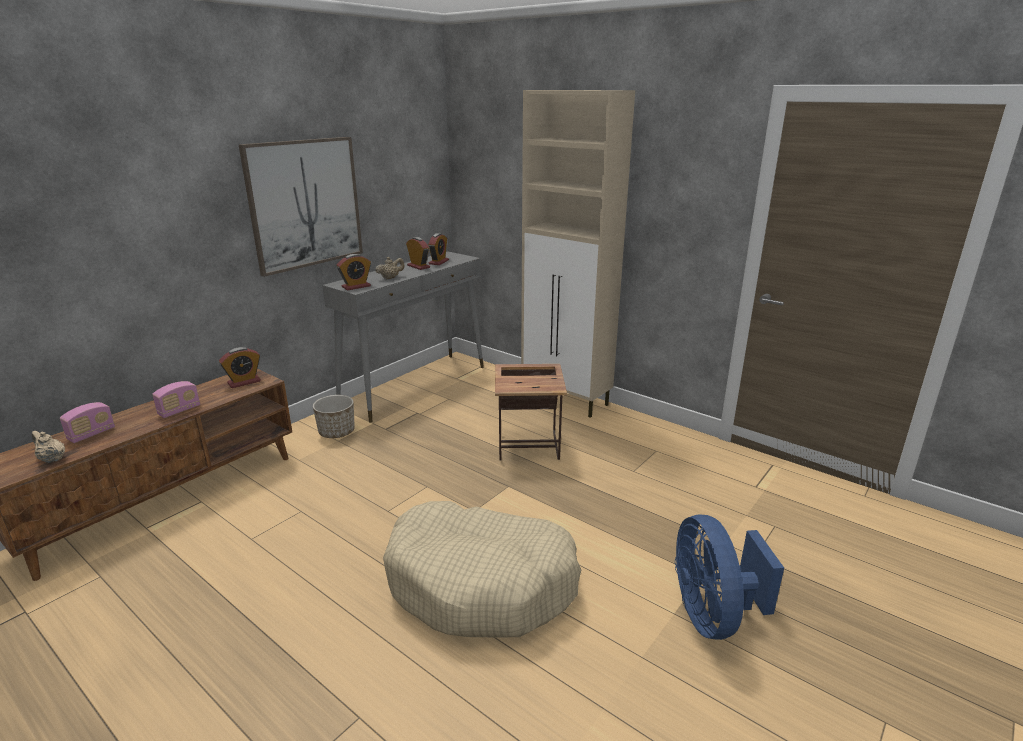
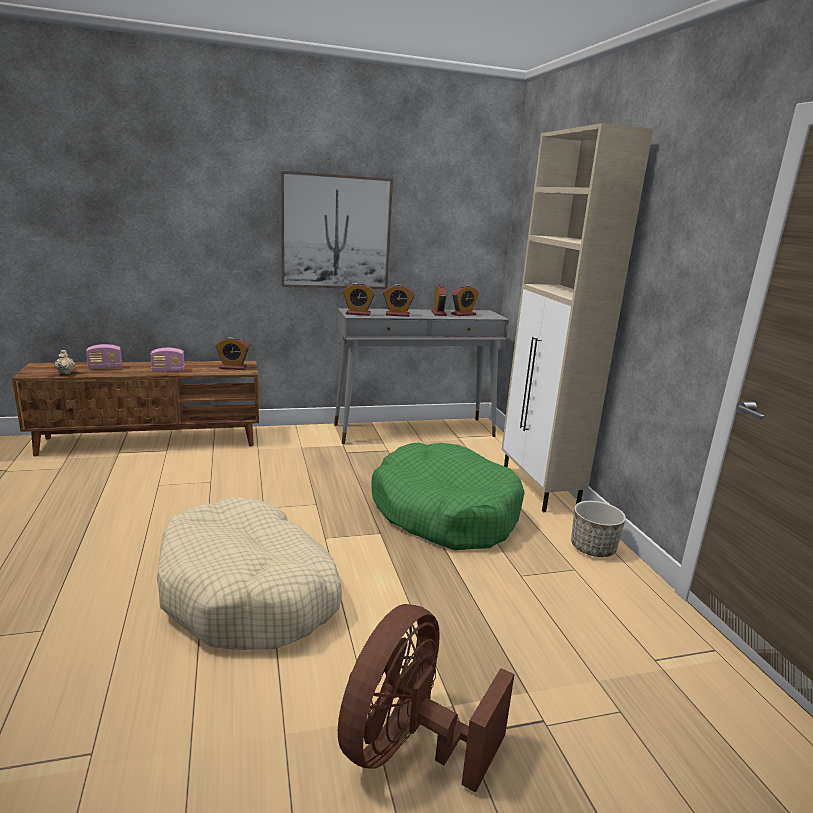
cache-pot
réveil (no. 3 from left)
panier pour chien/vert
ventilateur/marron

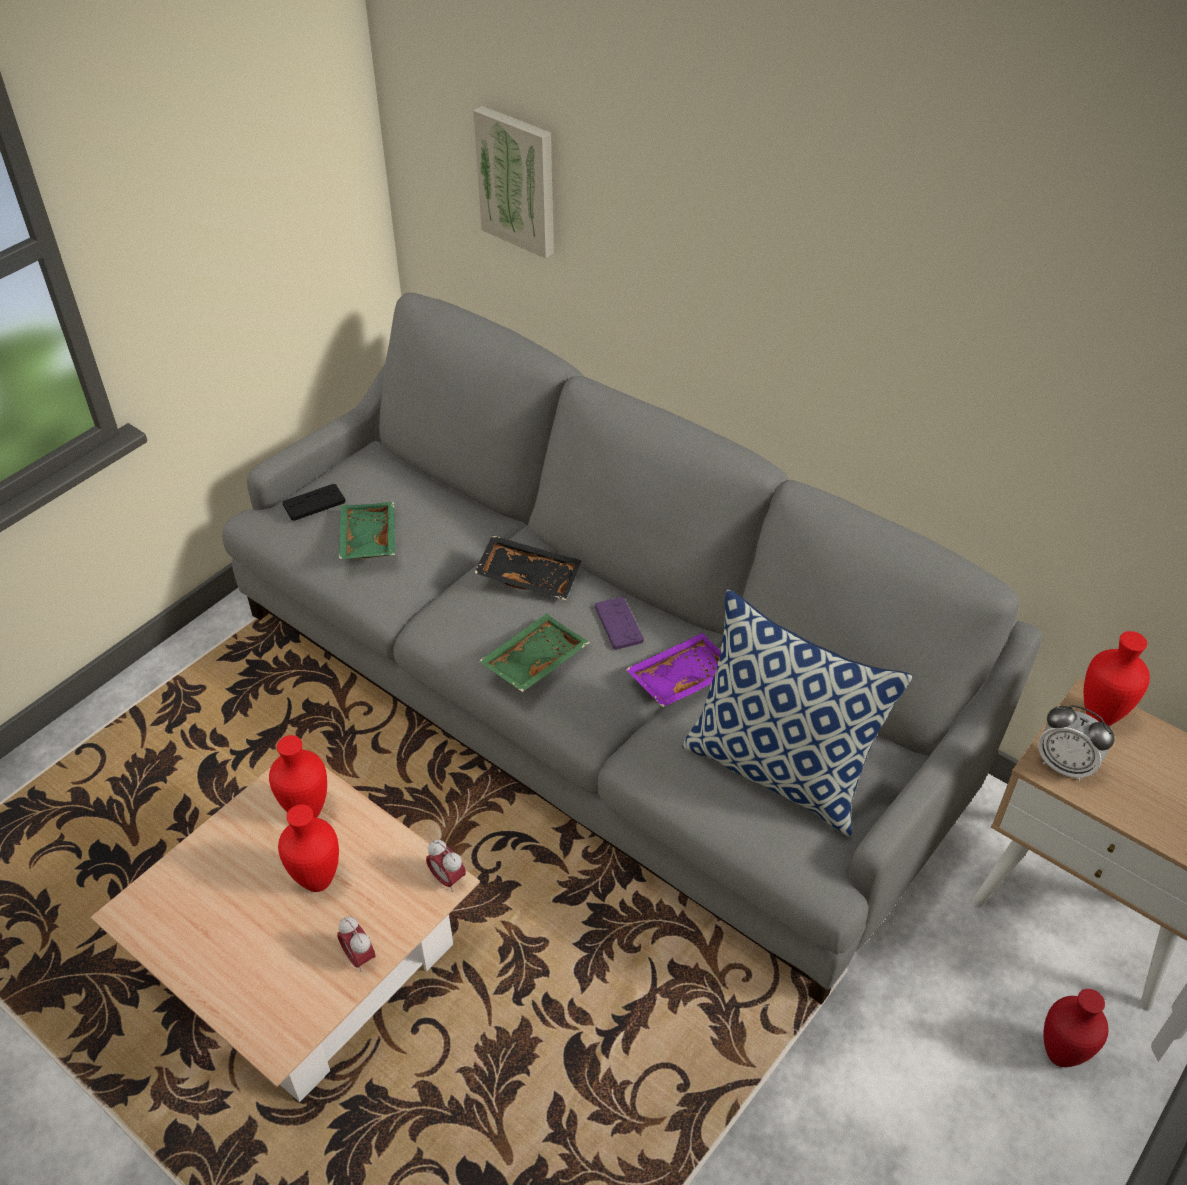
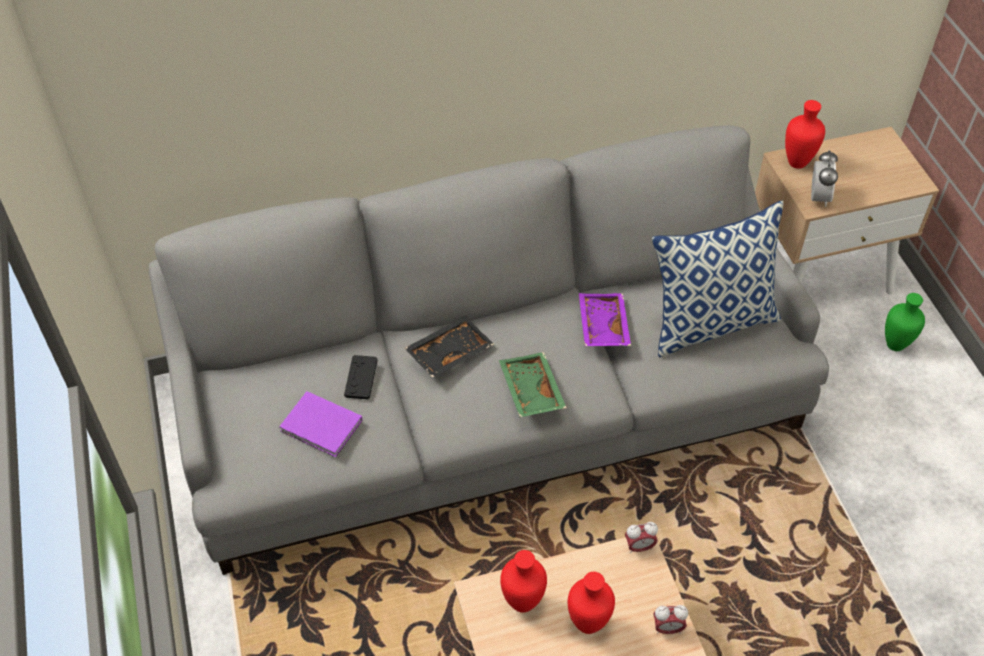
manette/noir
livre/violet
tableau
manette/violet
réveil (no. 3 from left)
vase/vert

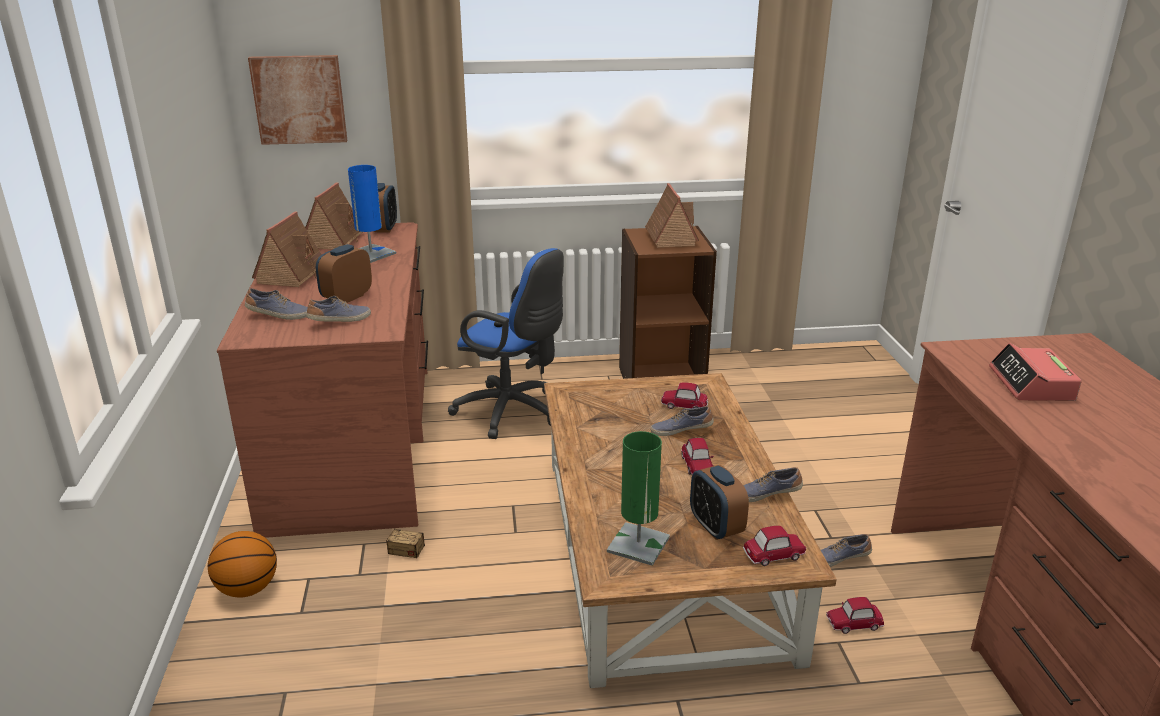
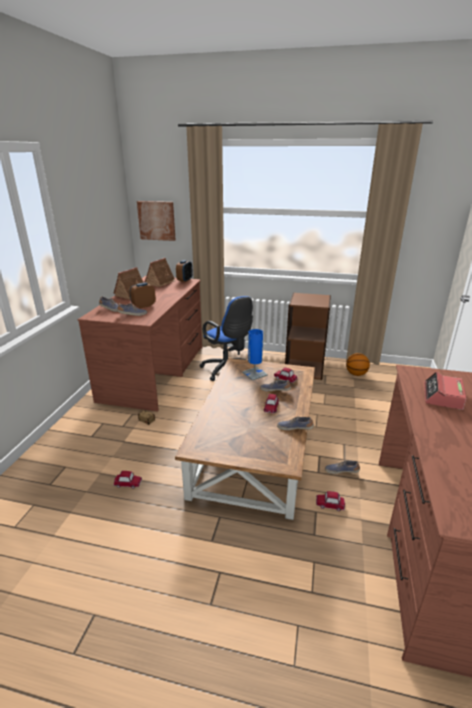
ballon de basket
lampe de table/bleu
lampe de table/vert
maison miniature (no. 3 from left in the first image)
réveil (no. 3 from left in the first image)
petite voiture (no. 1 from left)

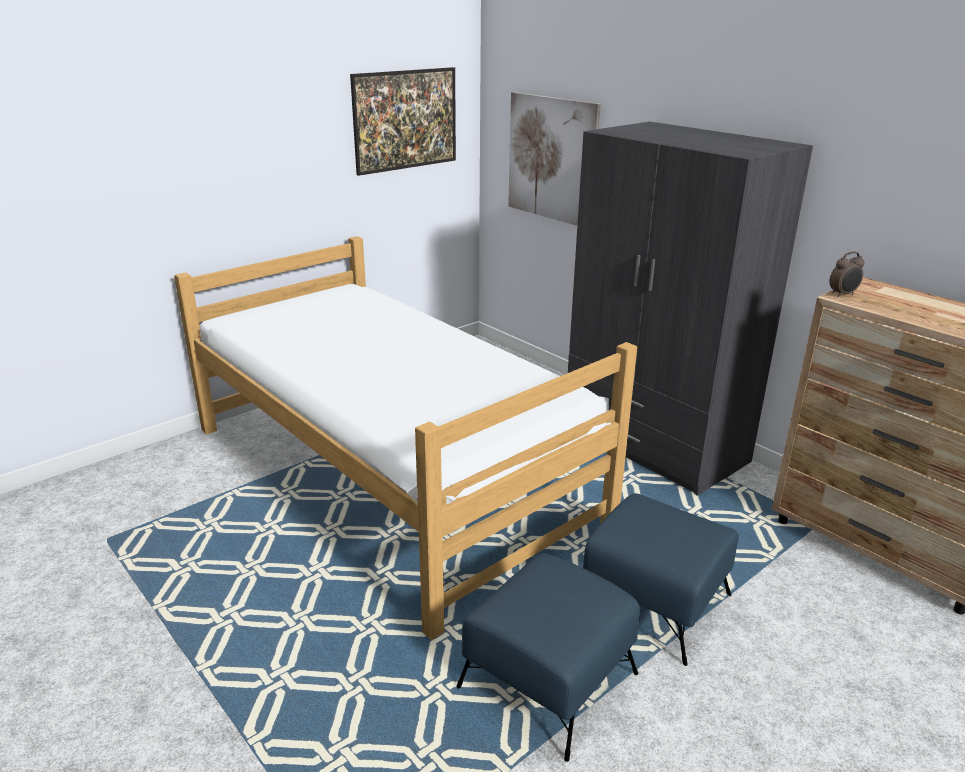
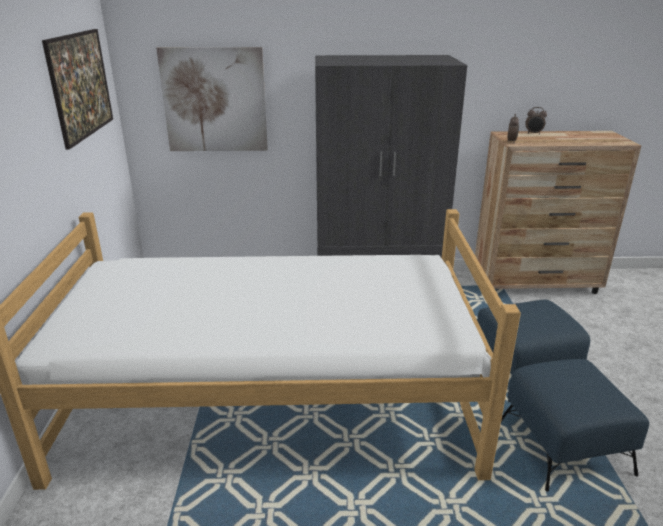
réveil (no. 2 from left)

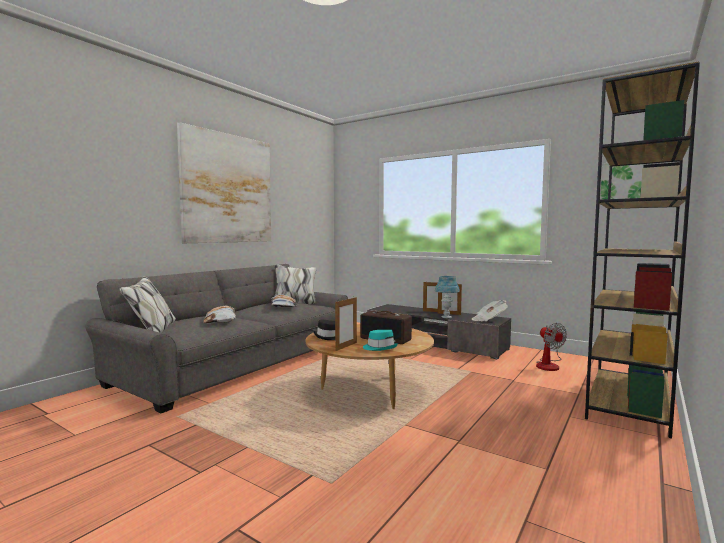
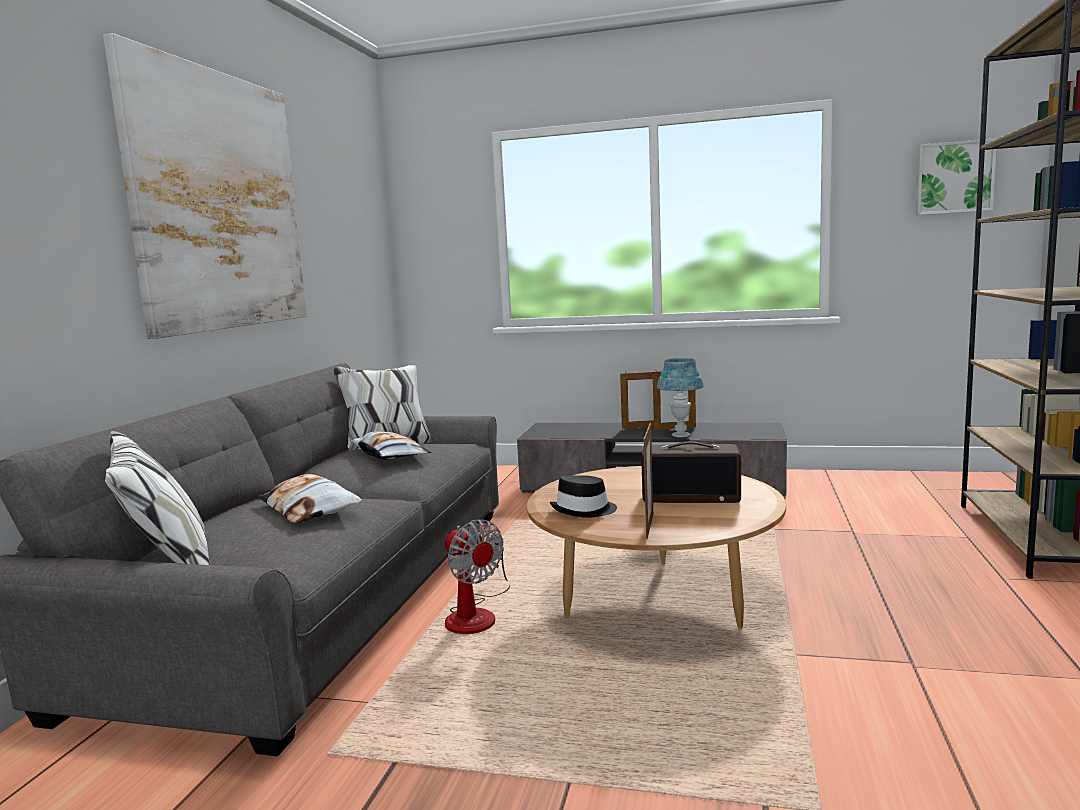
chapeau/turquoise
journal
ventilateur

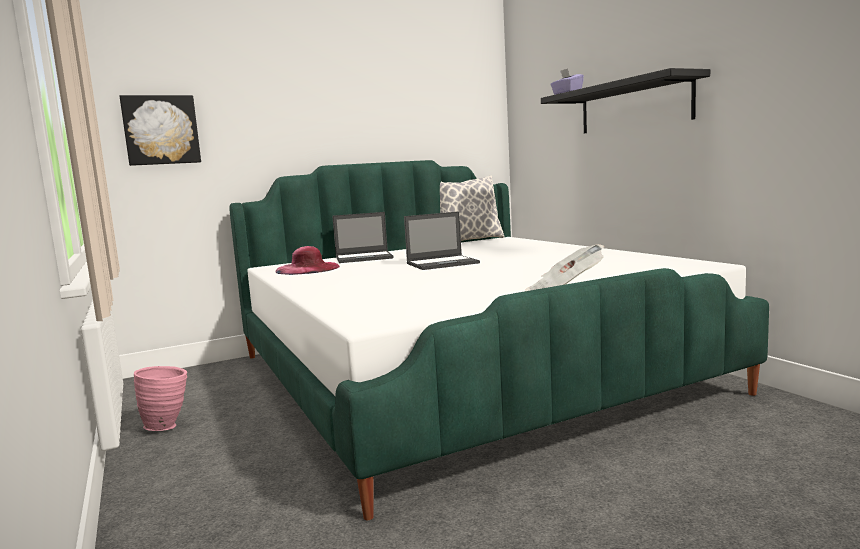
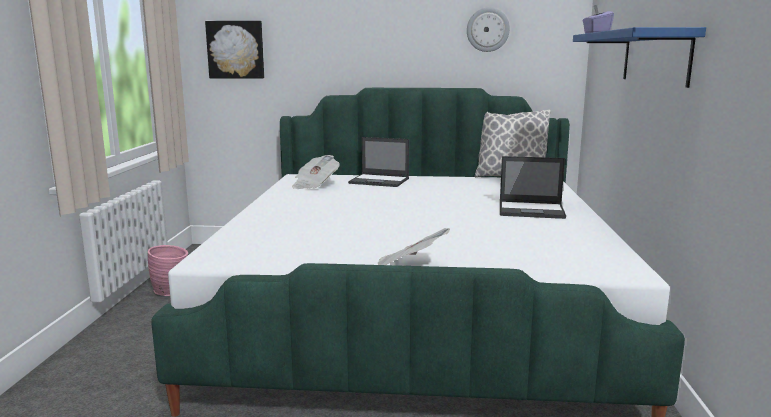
journal (no. 1 from left)
ordinateur portable (no. 2 from left)
étagère/bleu
horloge murale

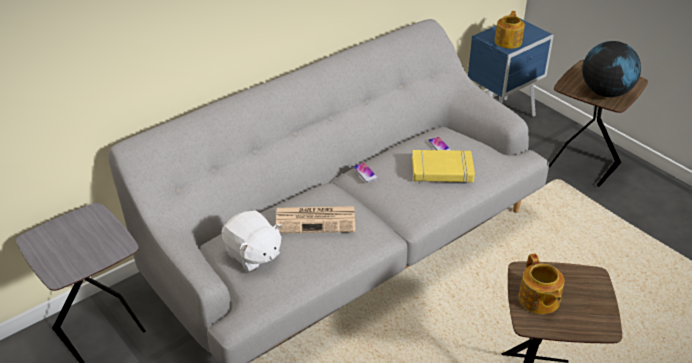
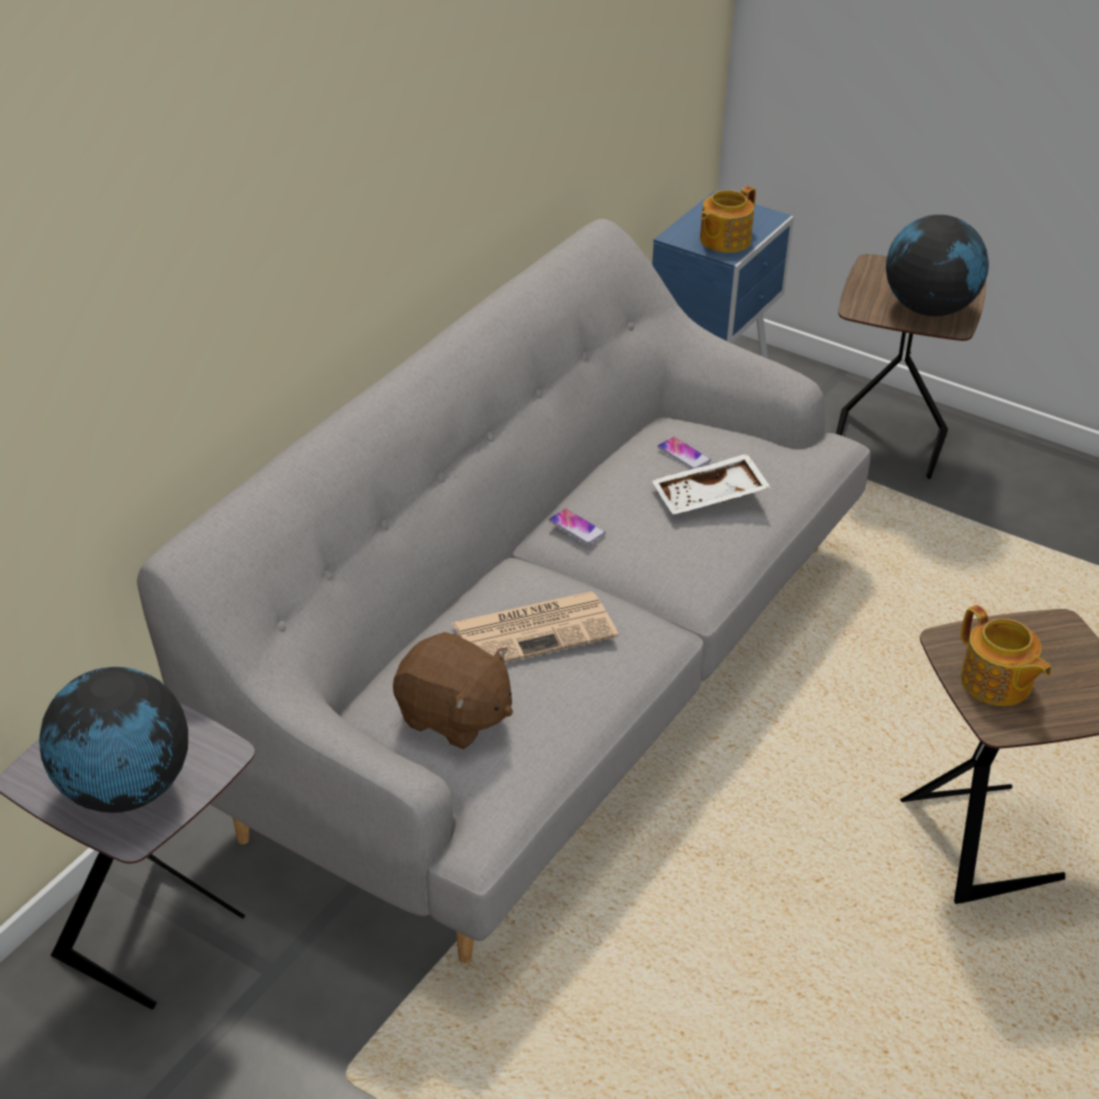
peluche/marron
plateau/blanc
théière (no. 1 from left)
globe (no. 1 from left)

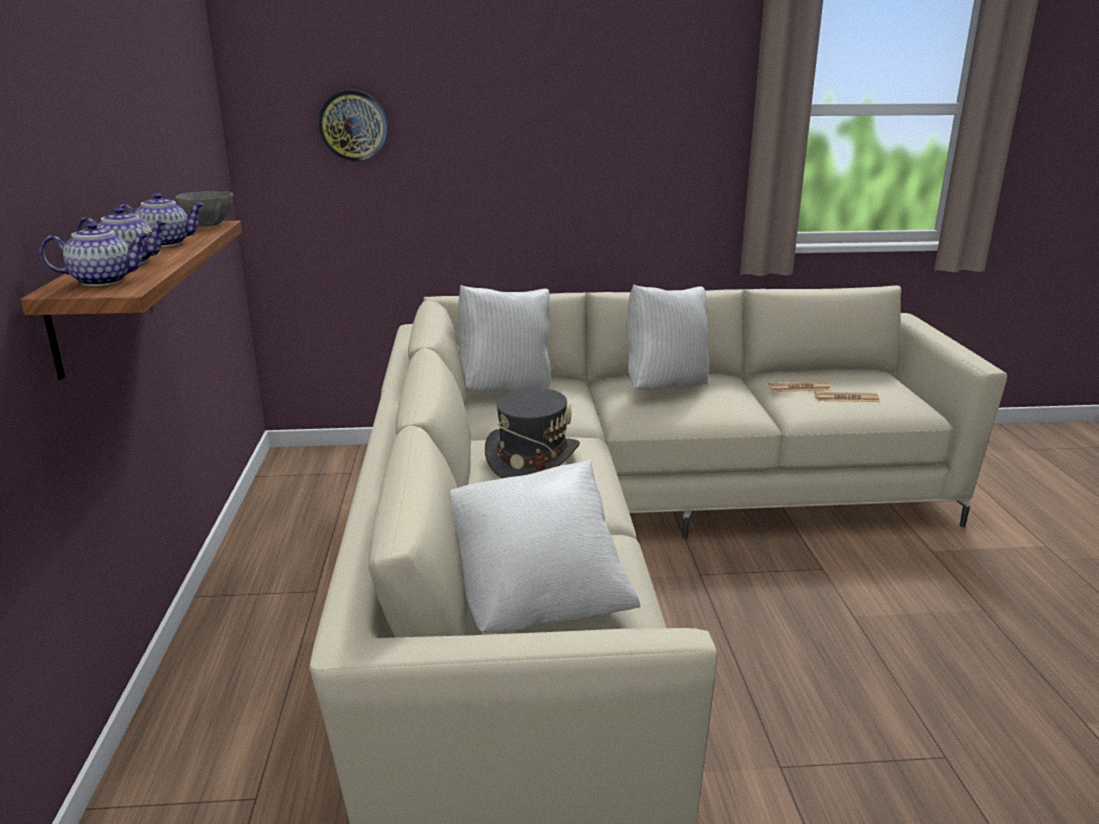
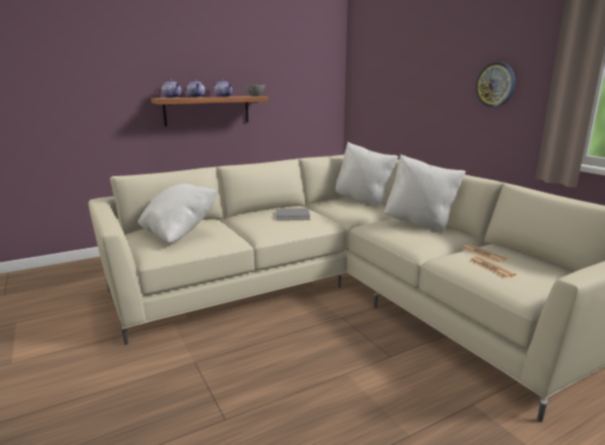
horloge murale
livre/gris

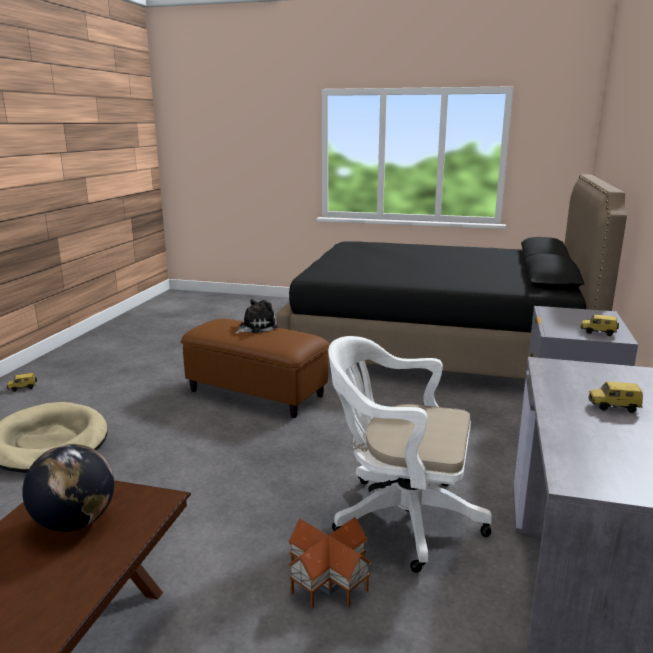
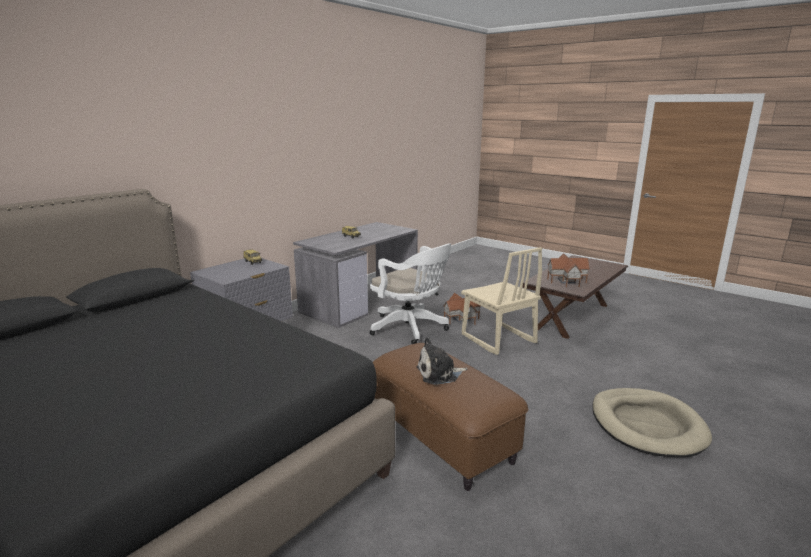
petite voiture (no. 1 from left in the first image)
maison miniature (no. 2 from left)
chaise/beige

